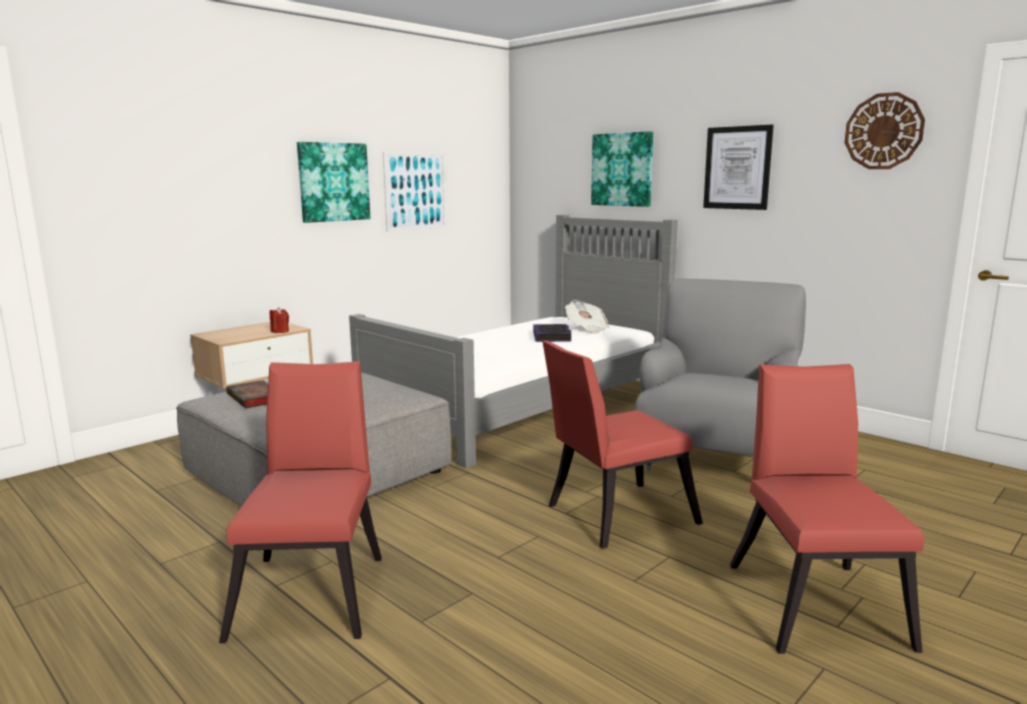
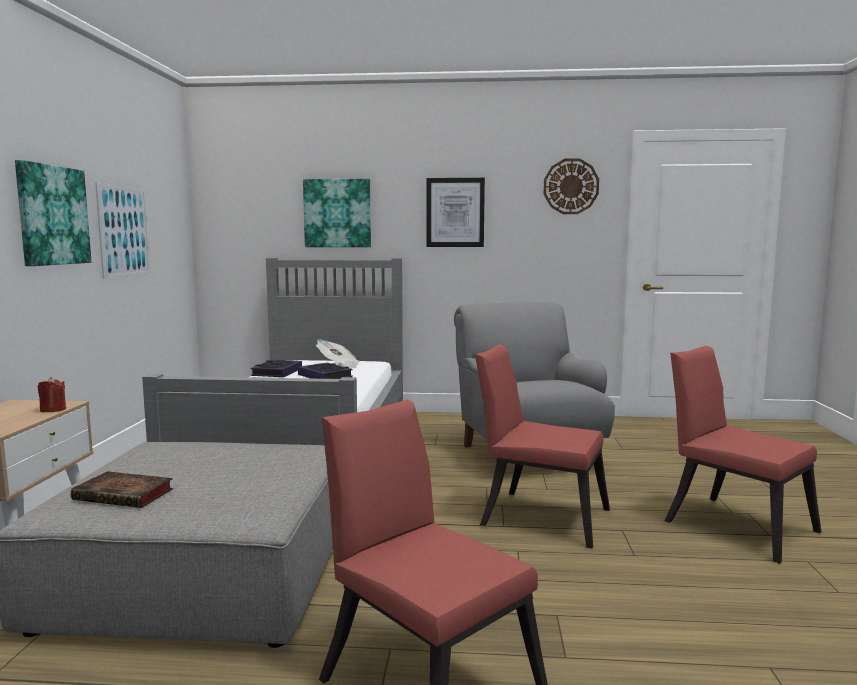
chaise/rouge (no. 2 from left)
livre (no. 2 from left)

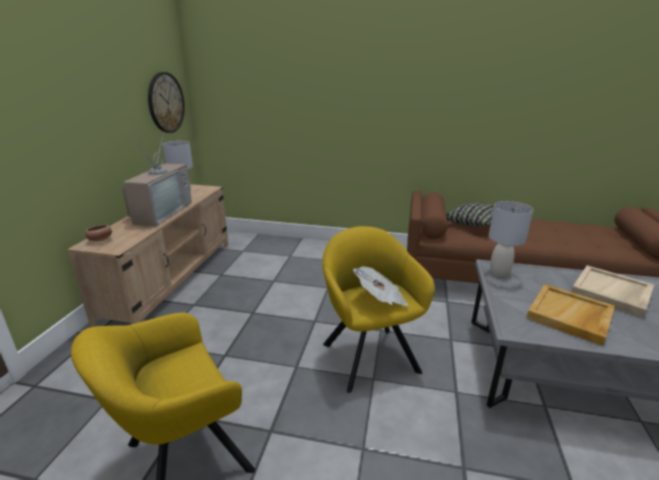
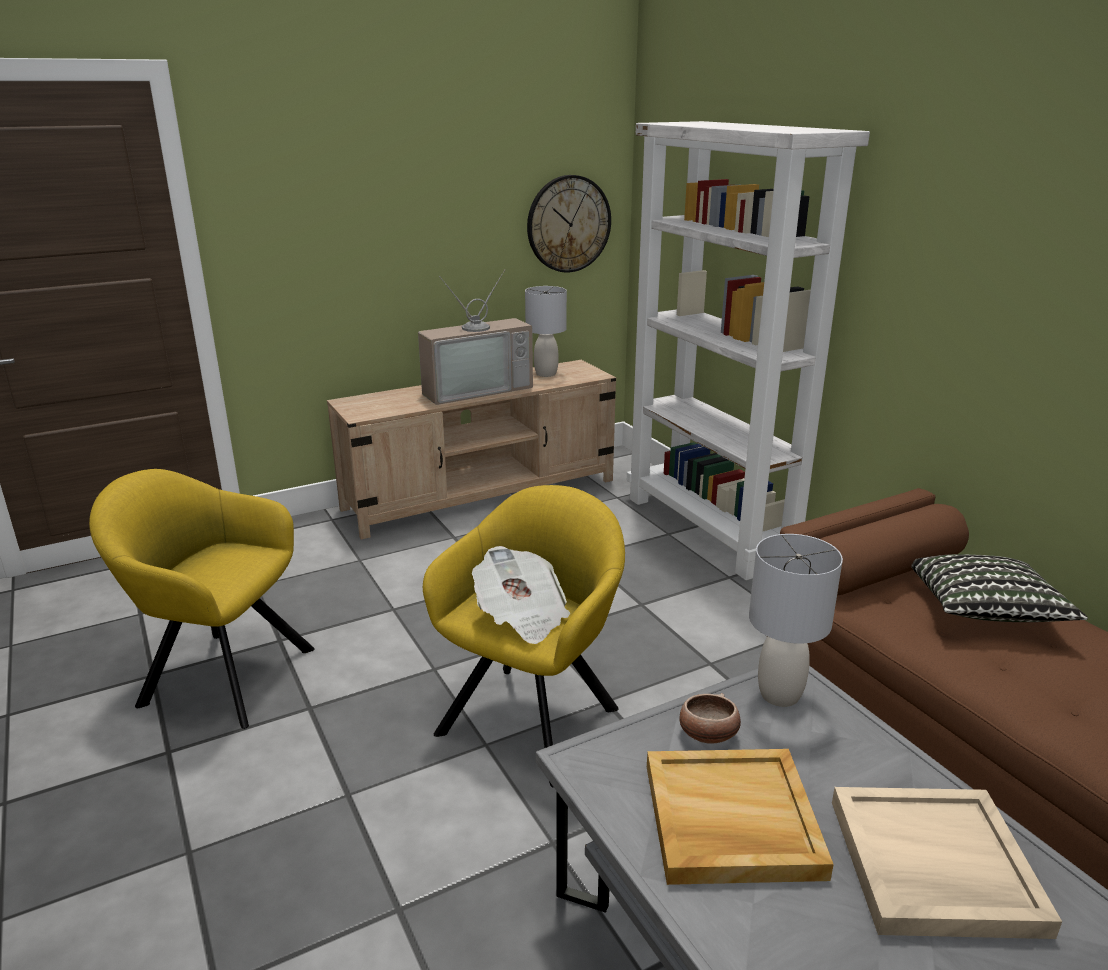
bol
bibliothèque/blanc

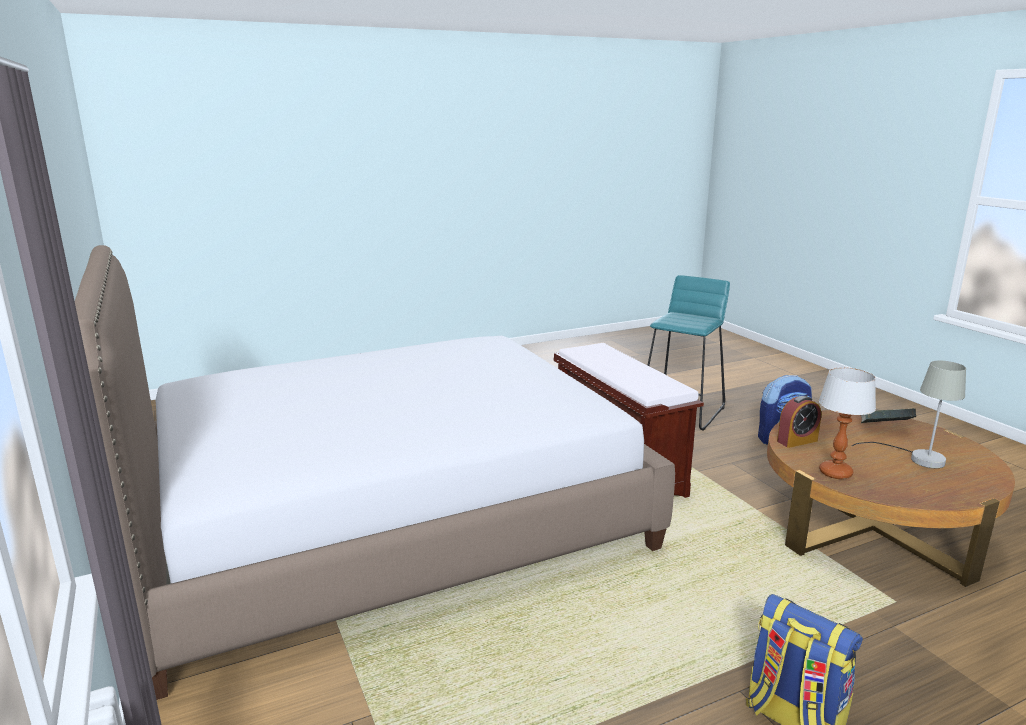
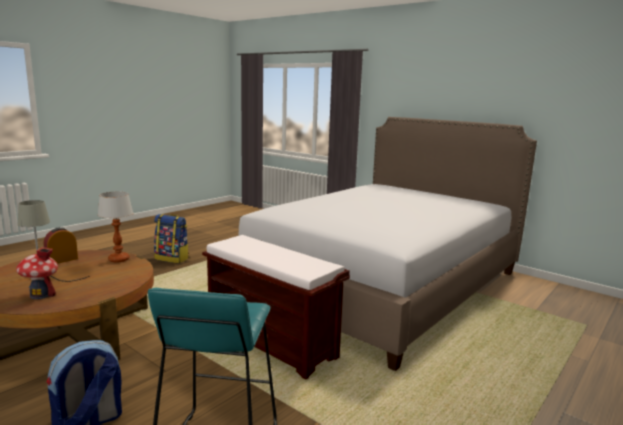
réveil
maison miniature

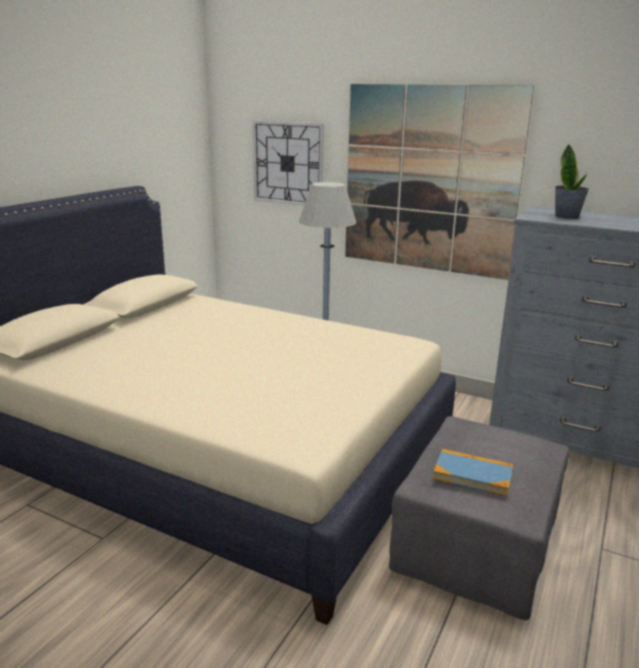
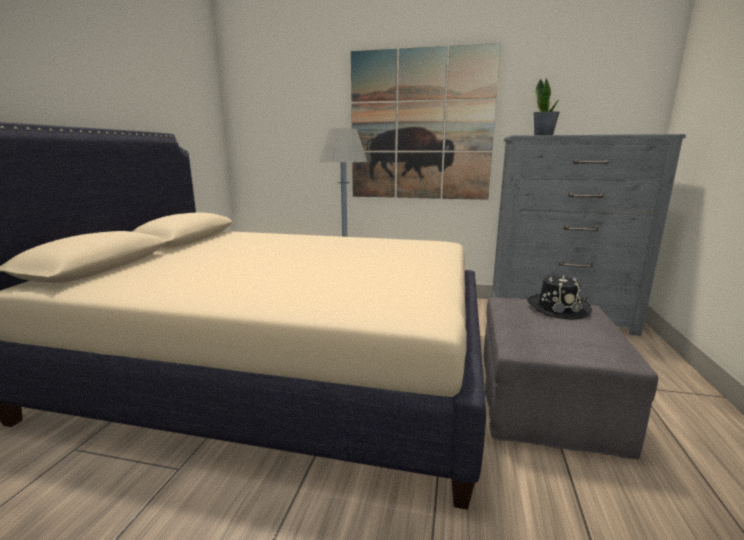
horloge murale
livre
chapeau/noir

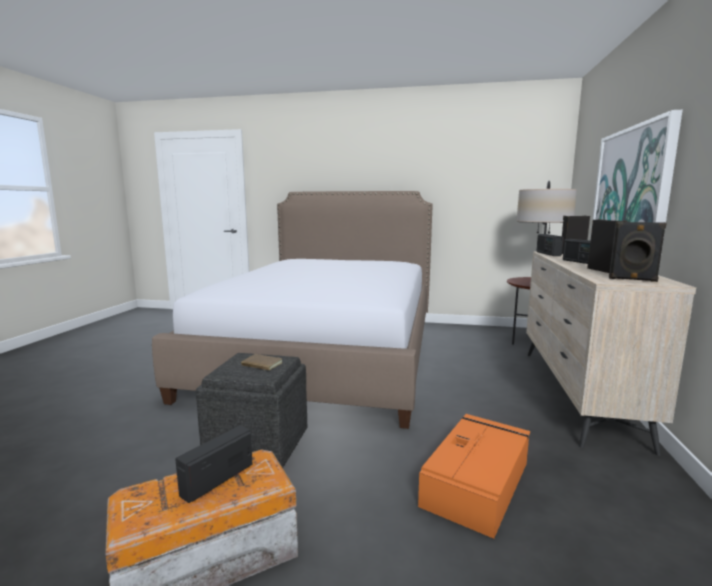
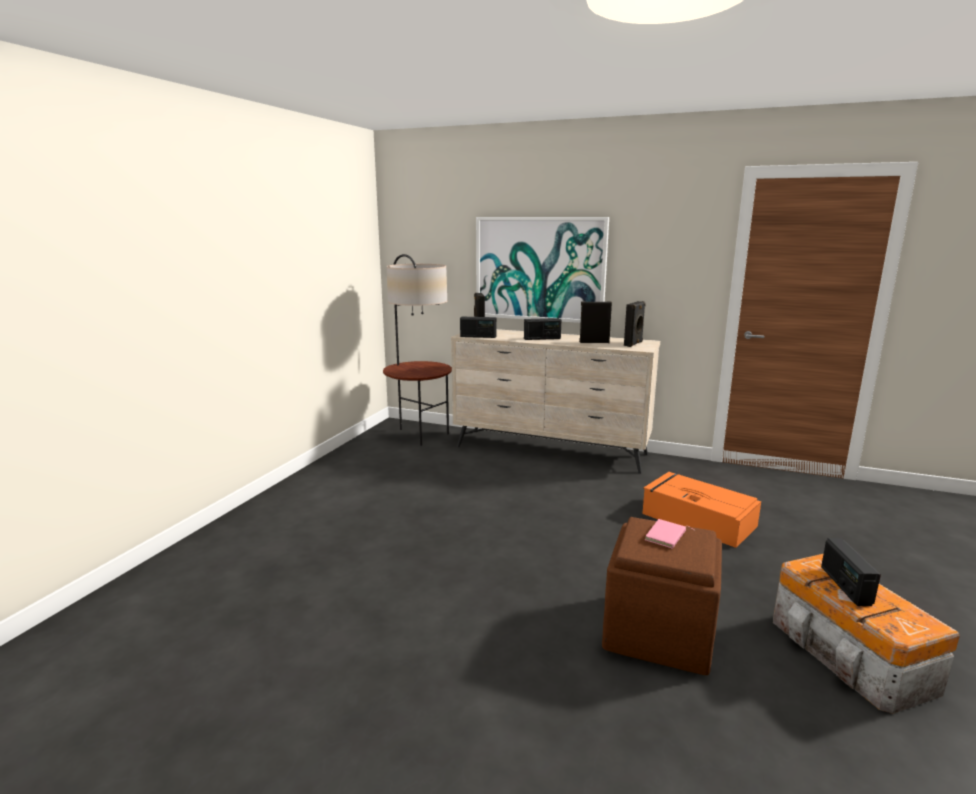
lit
radio (no. 3 from left)
pouf/marron
livre/rose

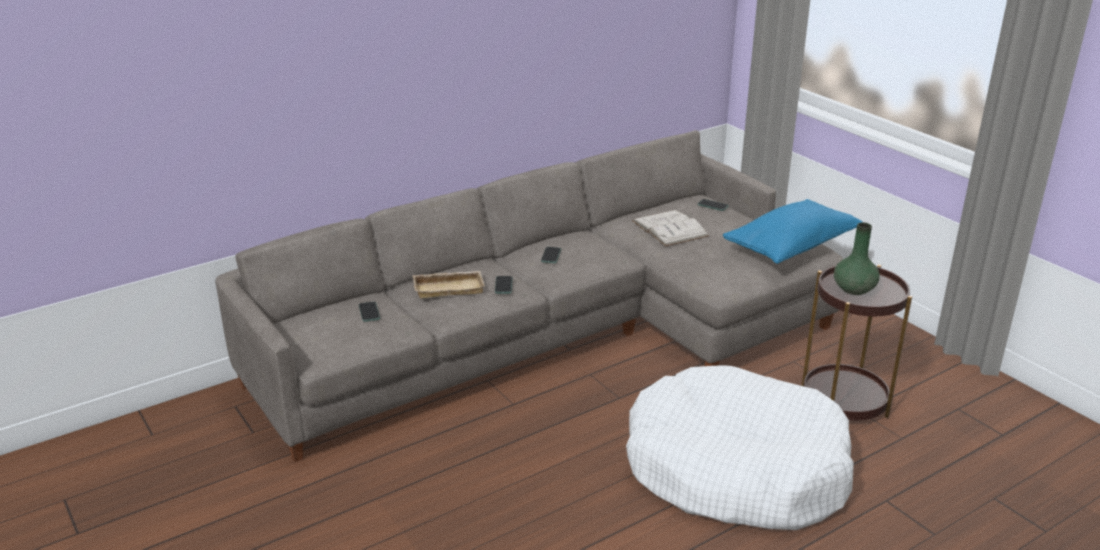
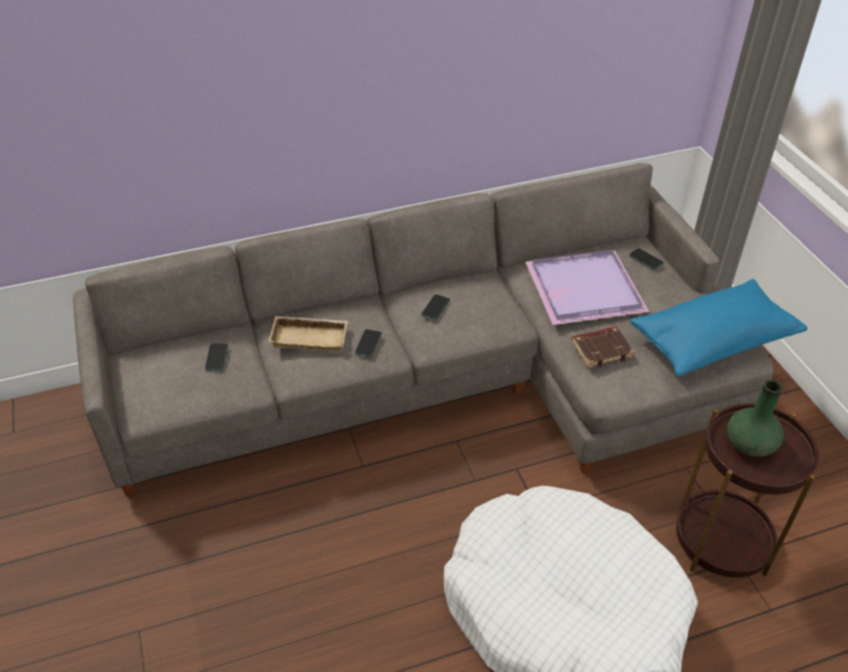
plateau/violet
livre/marron

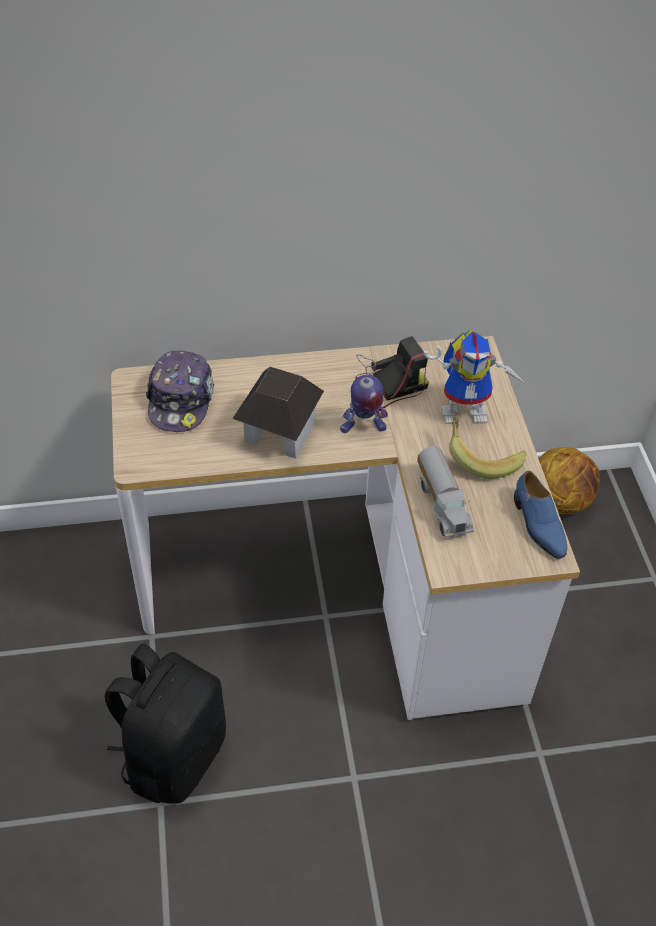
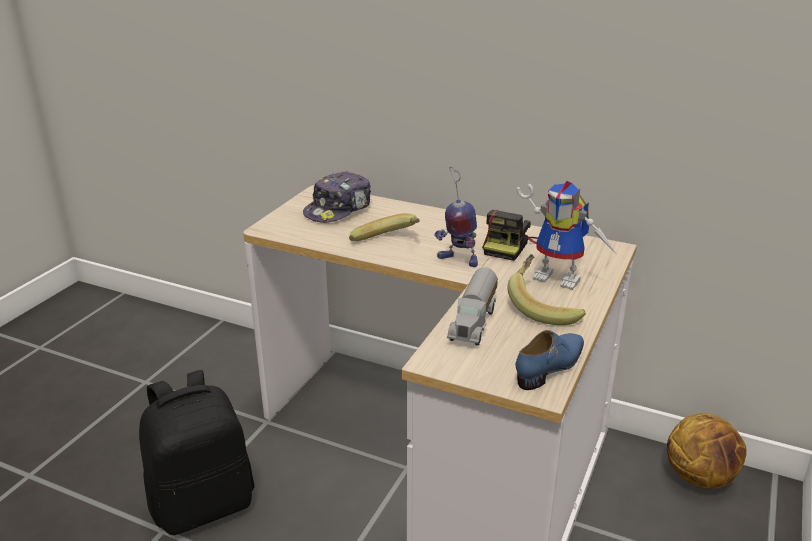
banane (no. 1 from left)
appareil photo
chaussure/bleu

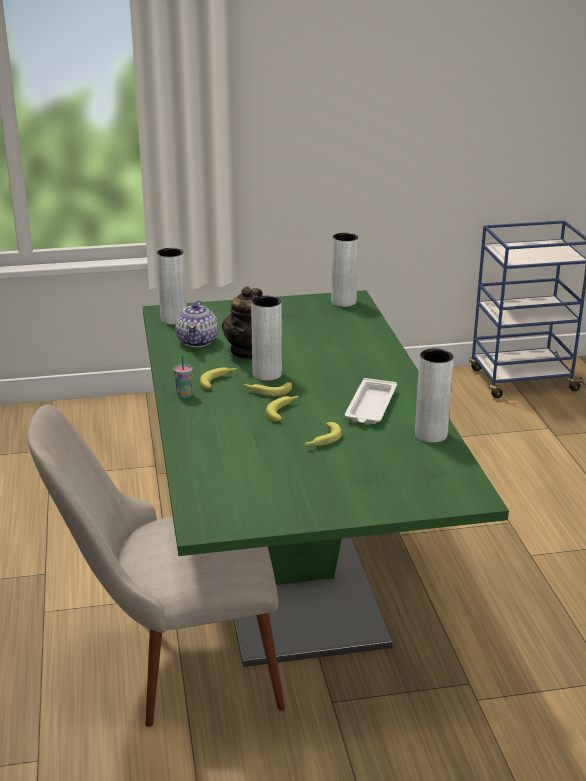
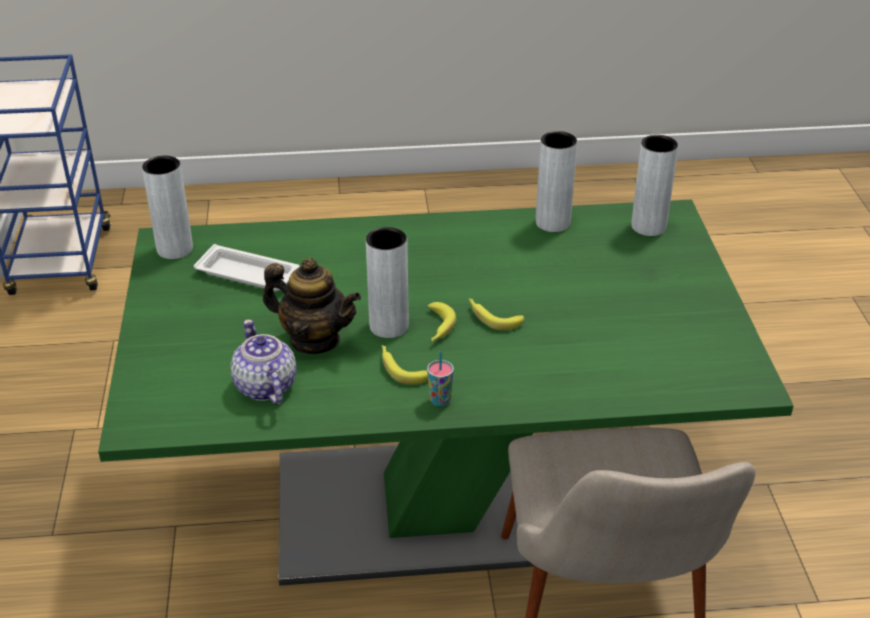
vase/gris (no. 4 from left)
théière (no. 1 from left)
banane (no. 4 from left in the first image)
plateau/blanc

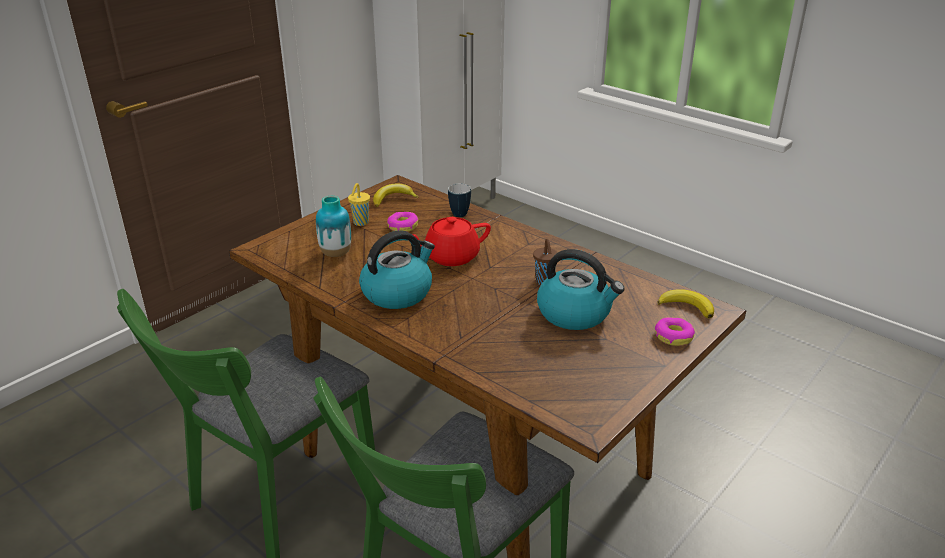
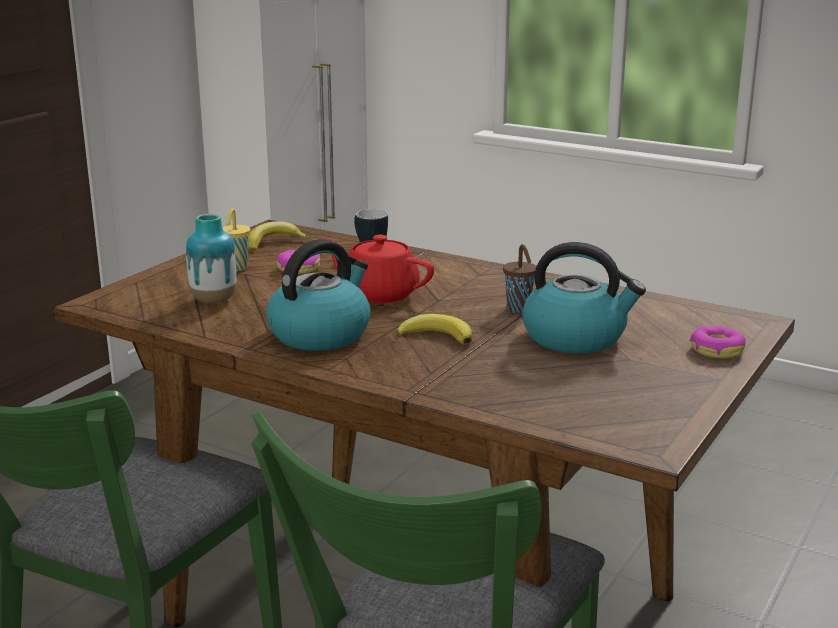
théière/rouge
banane (no. 2 from left)

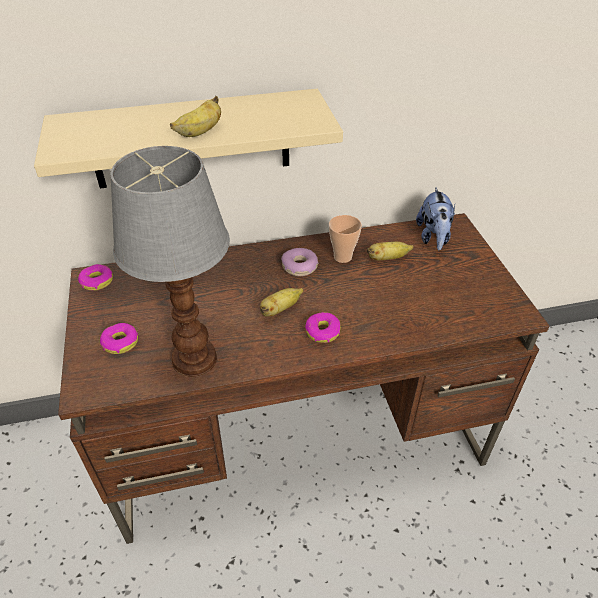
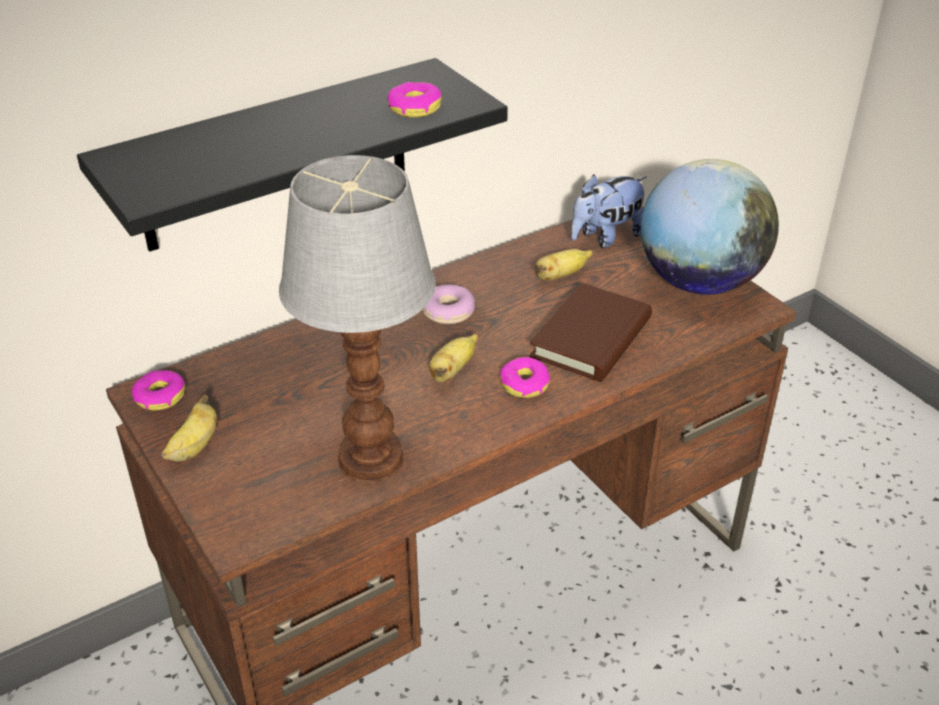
étagère/noir
beignet (no. 2 from left)
banane (no. 1 from left)
tasse
peluche
livre/marron
globe

